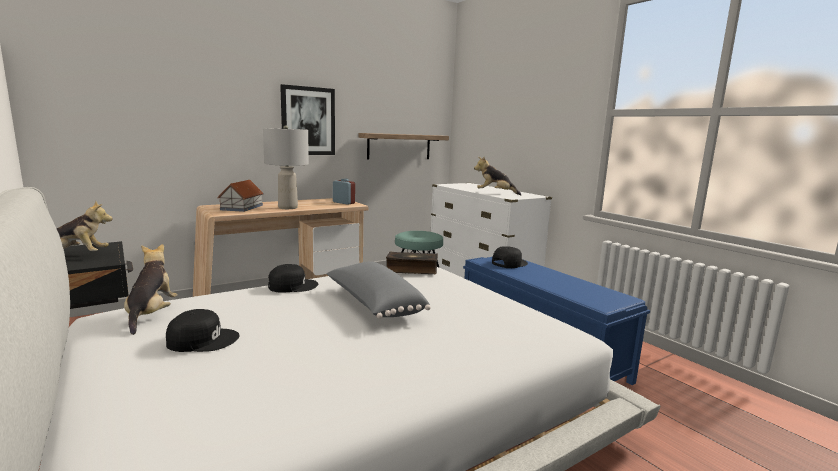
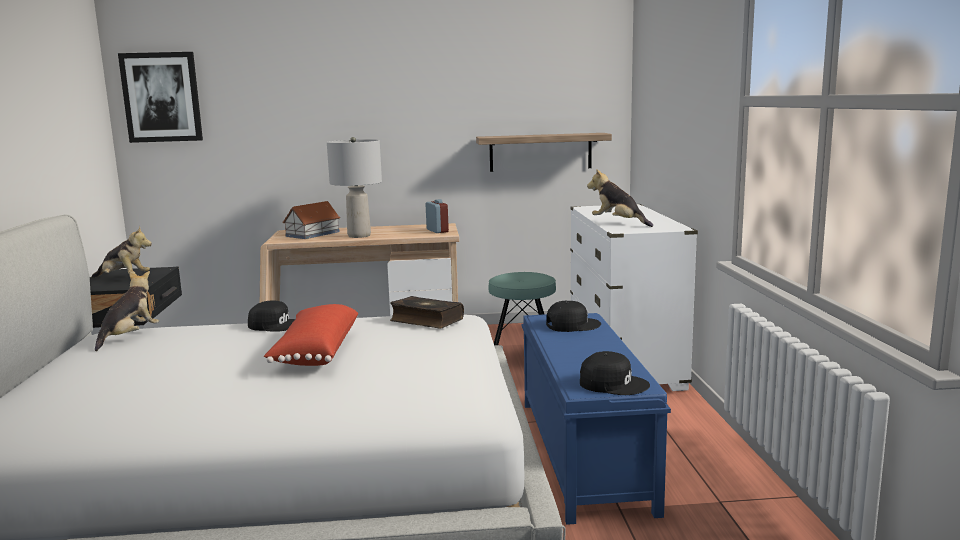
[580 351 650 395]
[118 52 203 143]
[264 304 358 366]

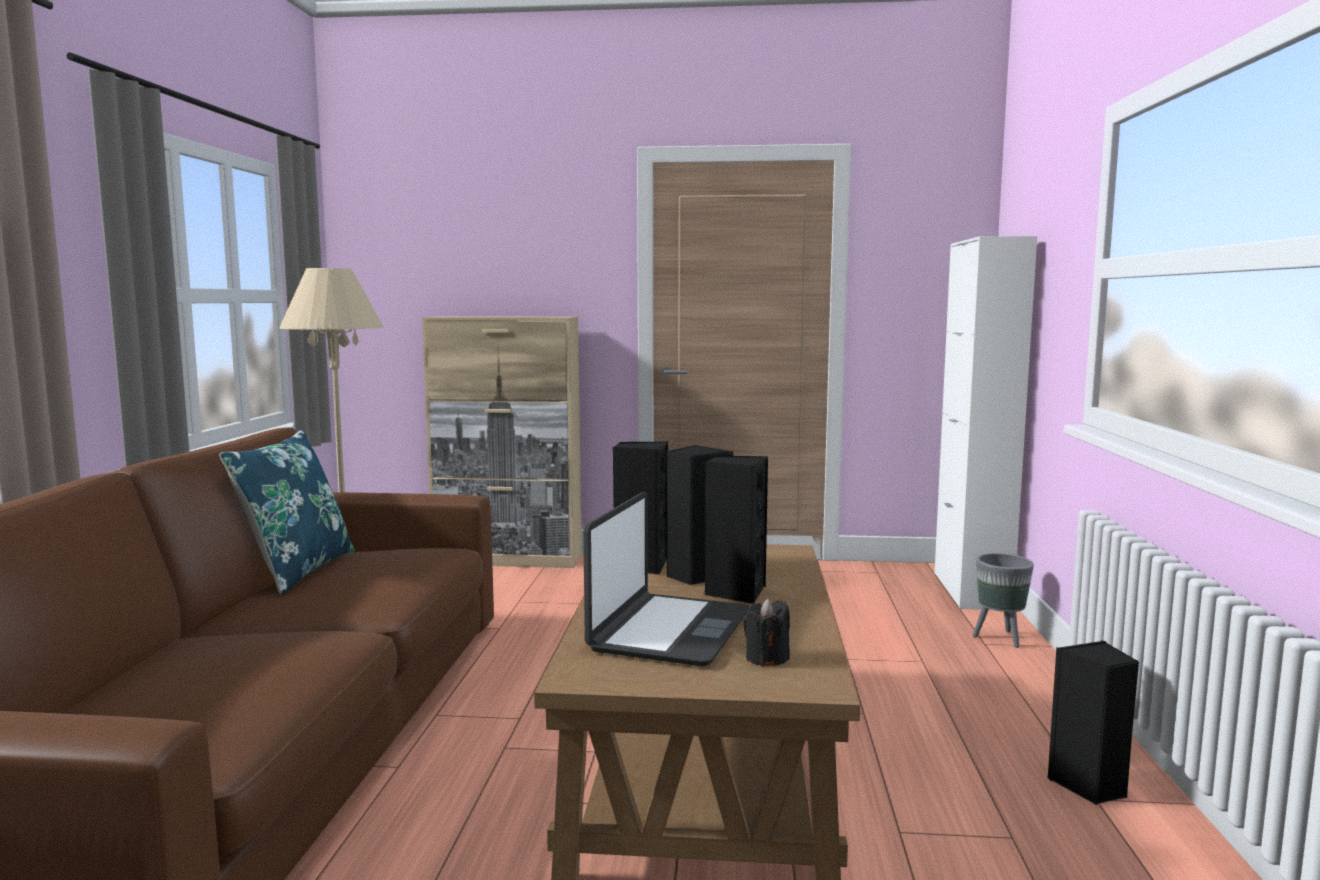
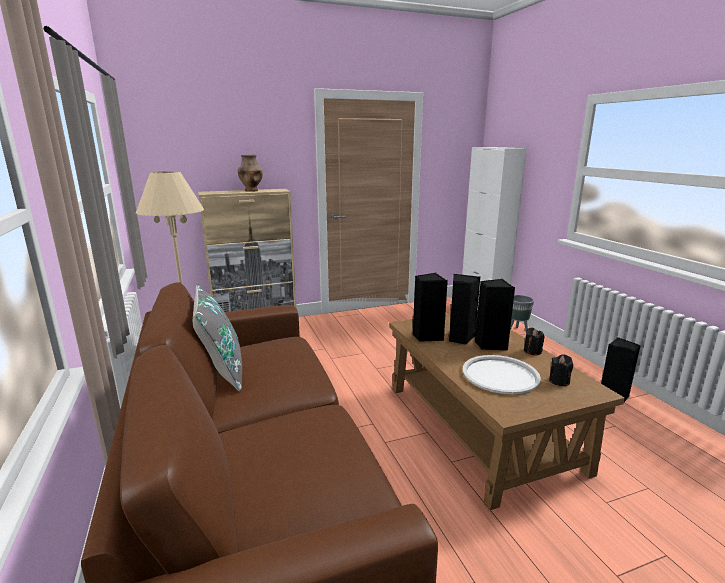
[193 284 242 392]
[463 355 541 394]
[238 154 263 192]
[524 328 544 355]

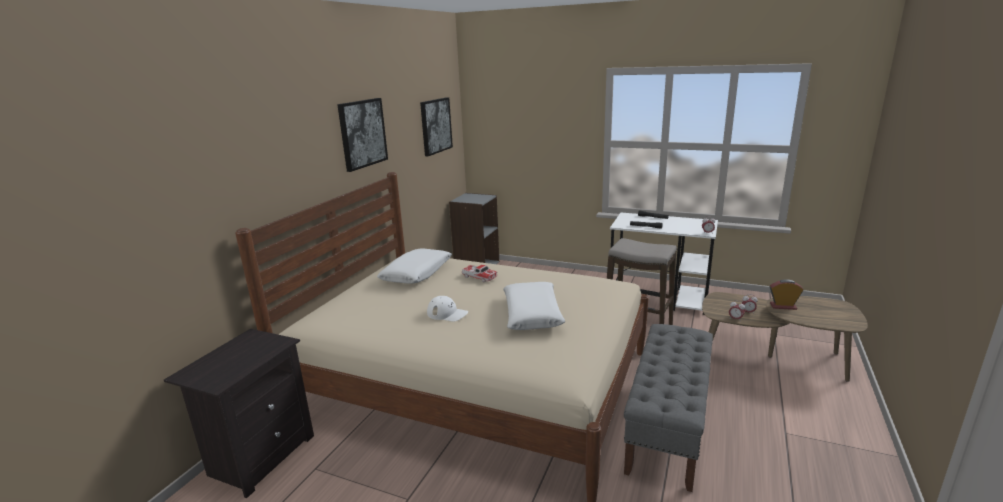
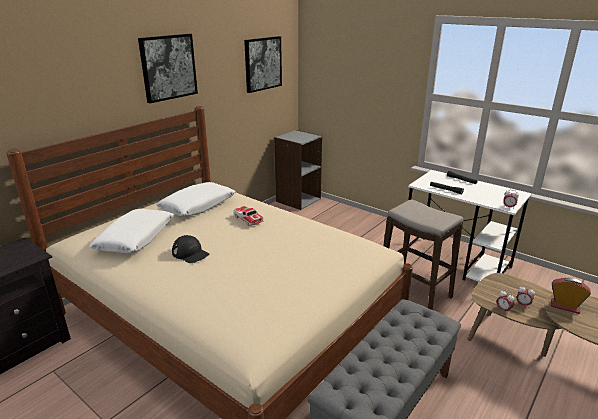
[172 235 209 263]
[89 209 174 253]

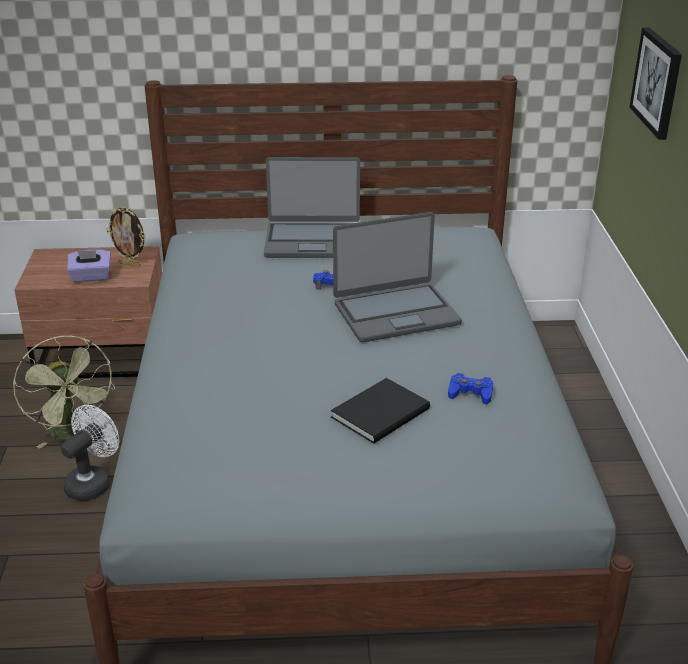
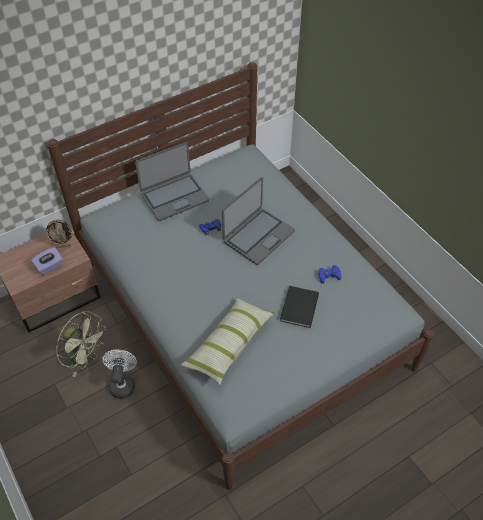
[629 28 682 140] (first image)
[181 298 275 385]

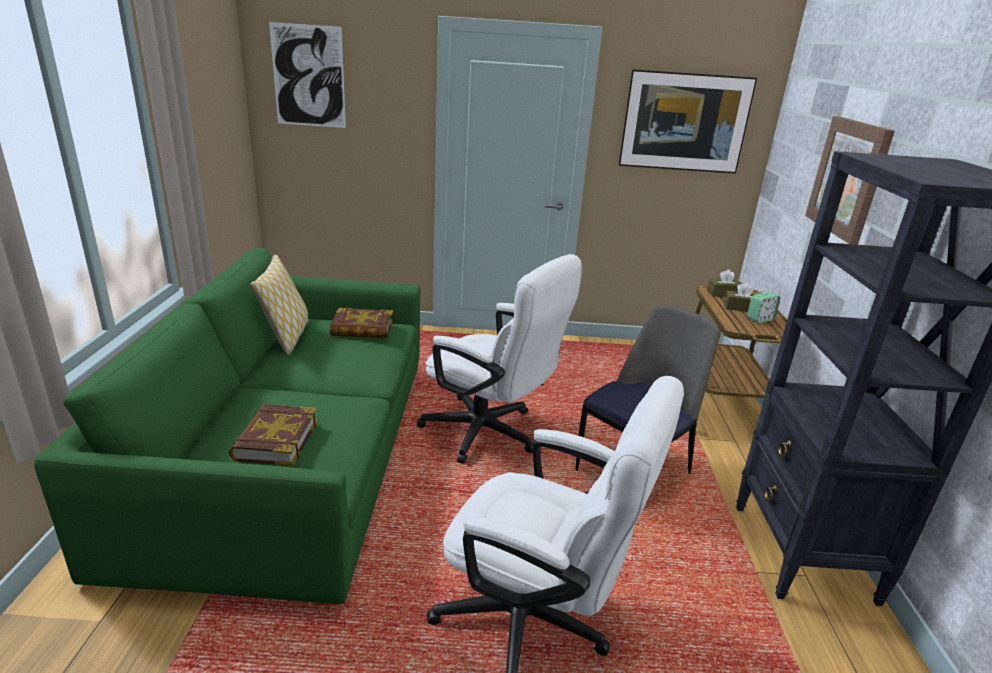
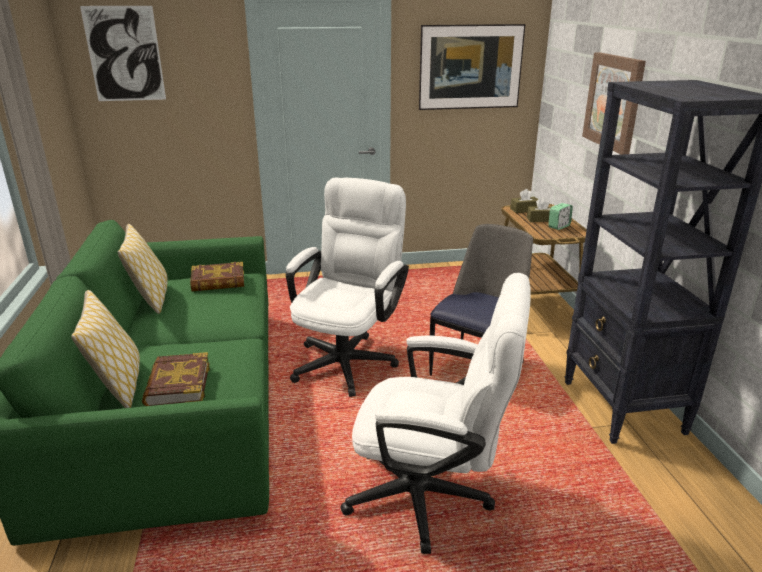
[286 178 409 397]
[71 290 140 408]

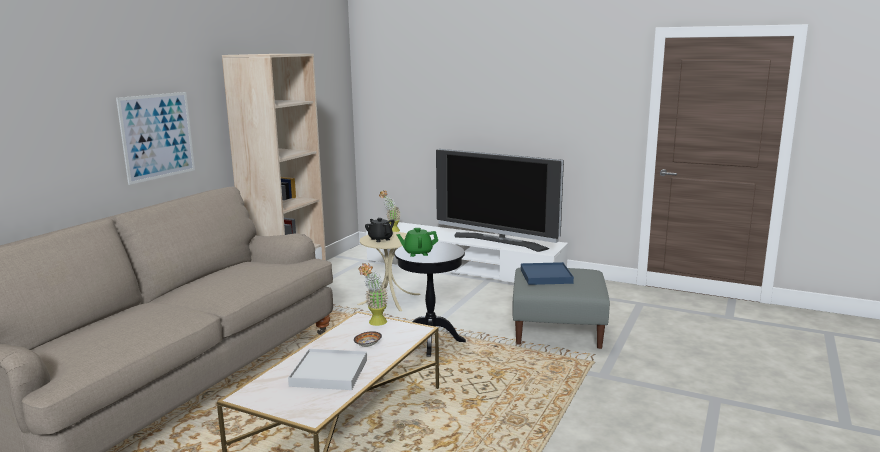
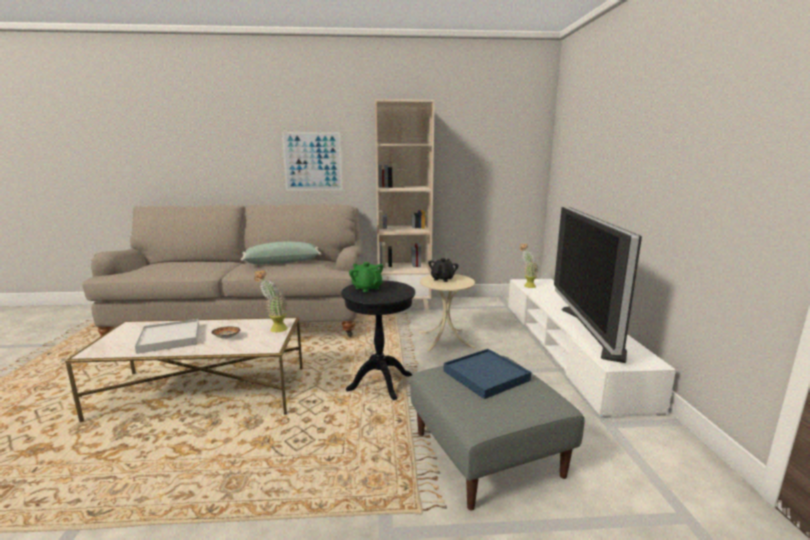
[241 242 321 264]

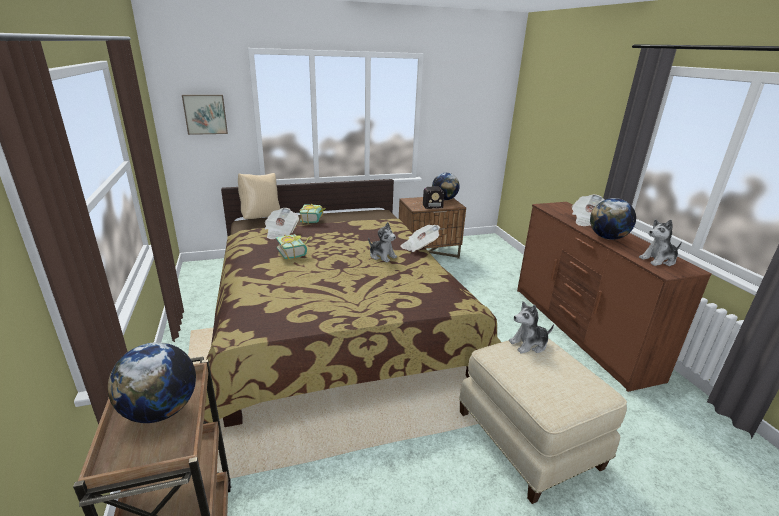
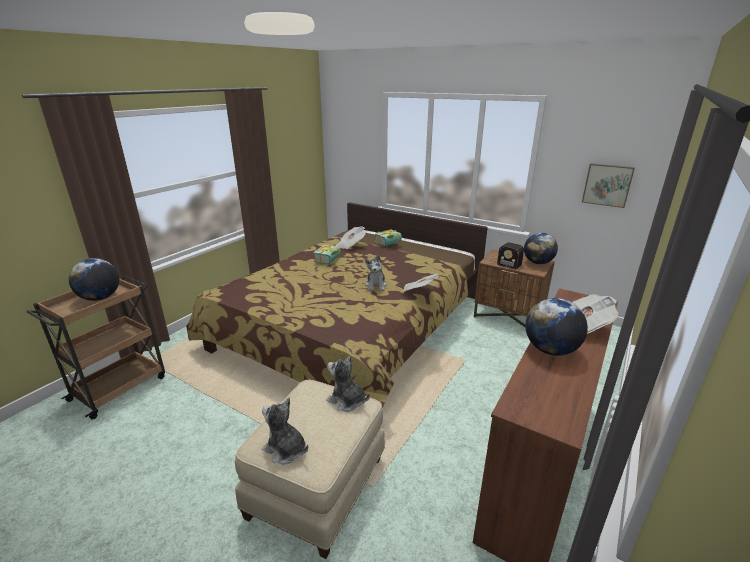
[582 163 635 208]
[238 173 280 219] (first image)
[262 397 308 464]

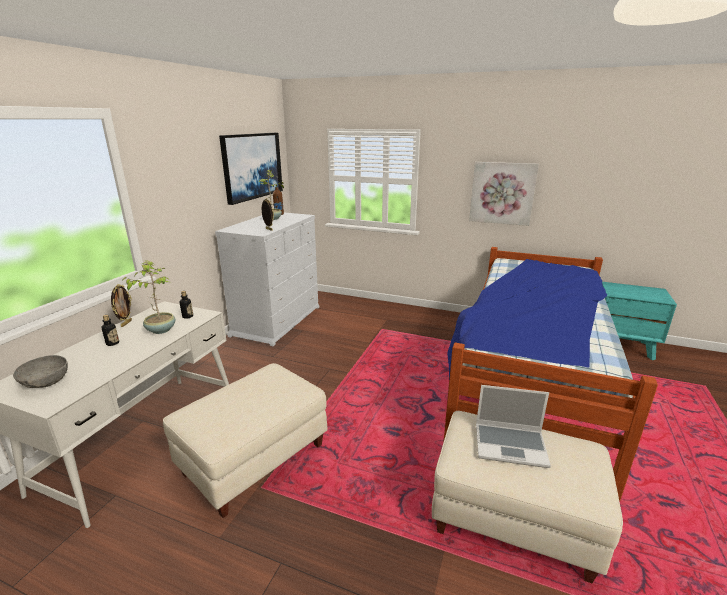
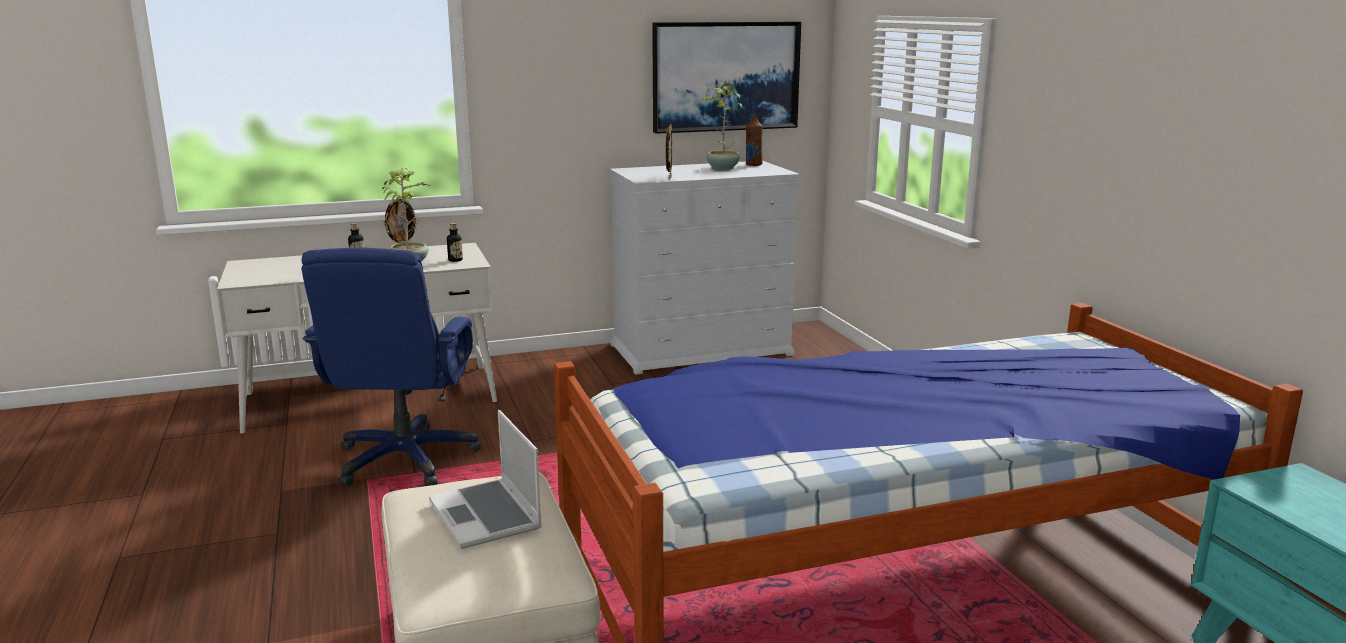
[13 355 68 388] (first image)
[301 247 481 486]
[469 162 539 226] (first image)

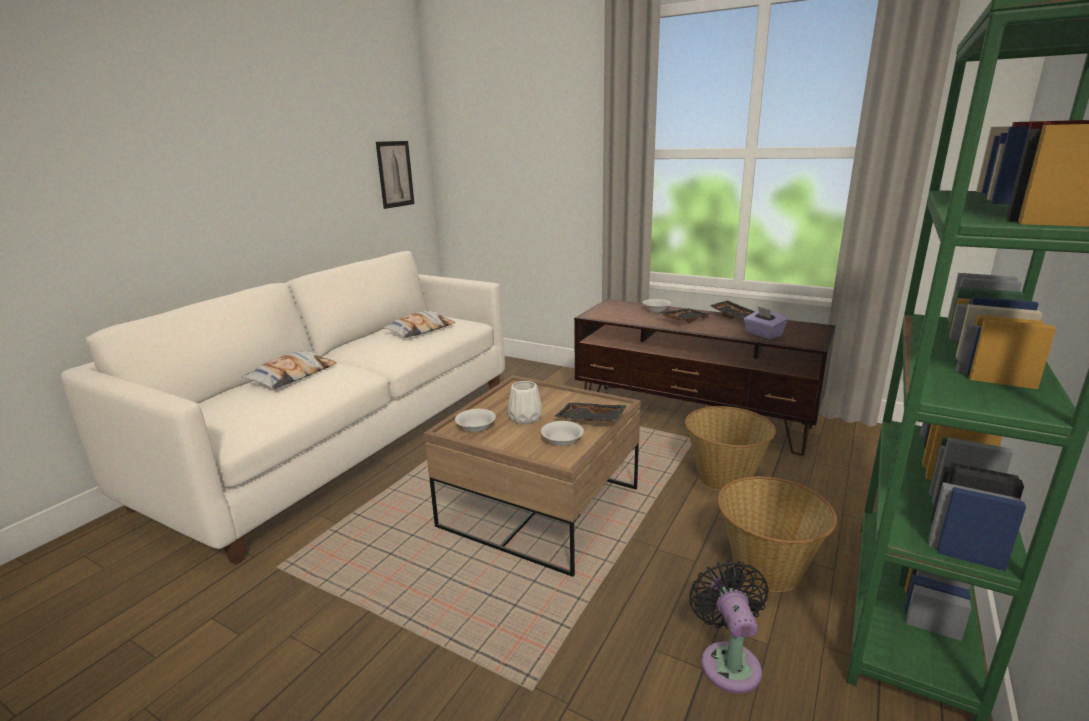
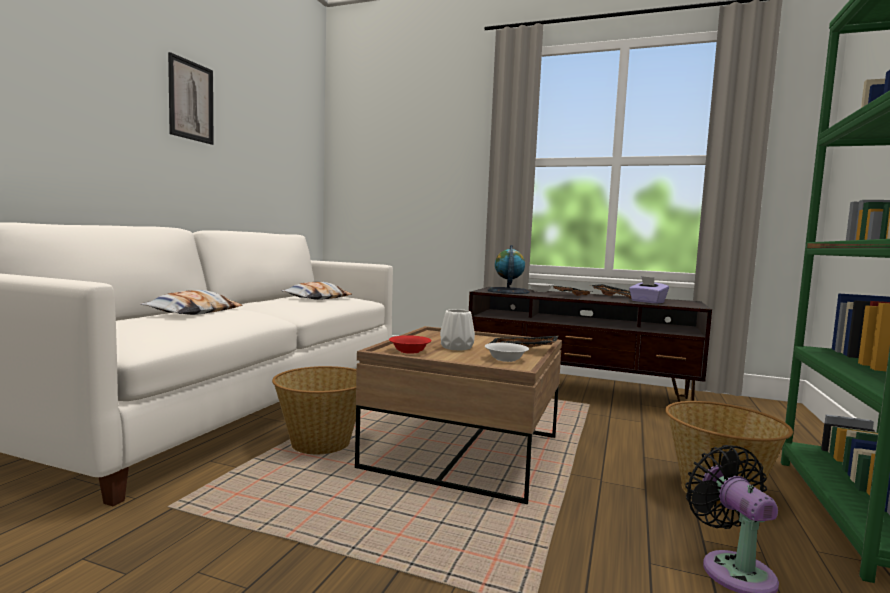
[168 52 214 145]
[389 335 431 354]
[272 366 357 454]
[487 245 530 294]

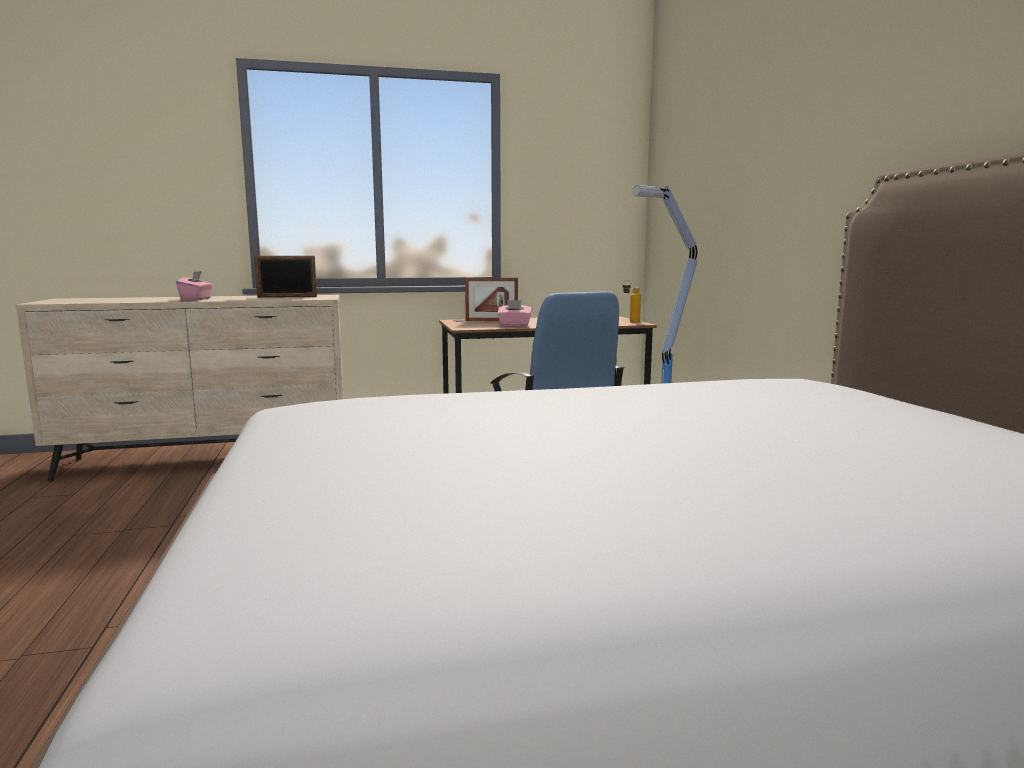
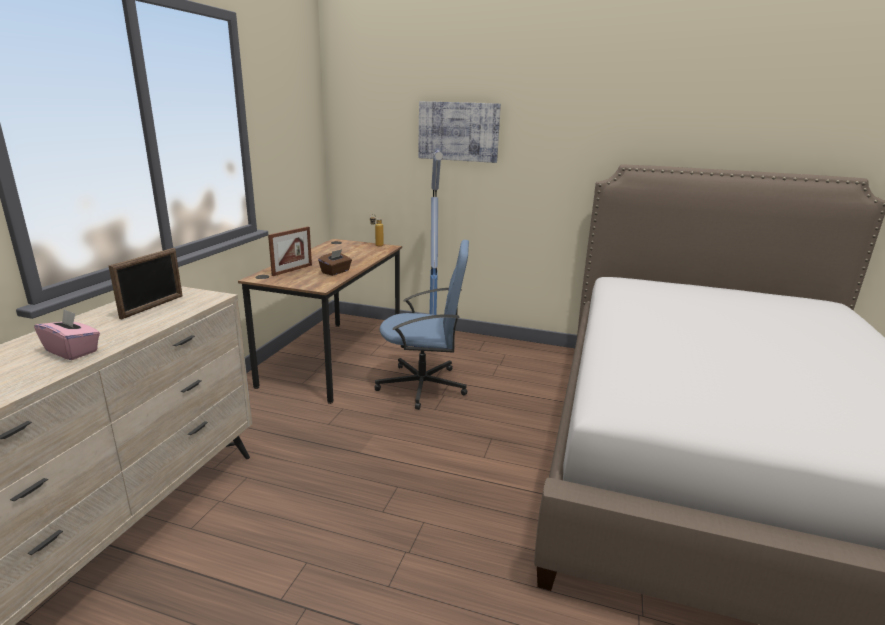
[318 249 352 276]
[418 101 501 163]

